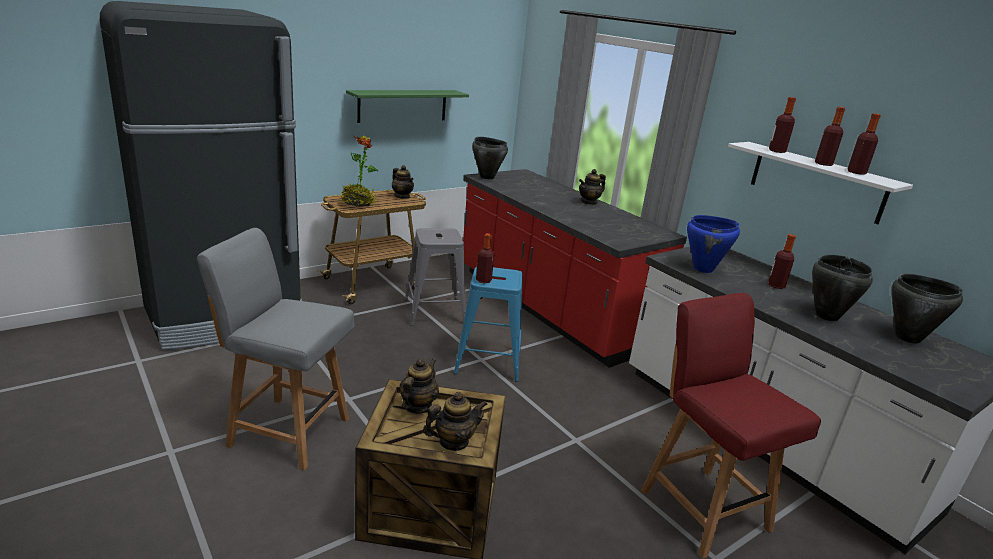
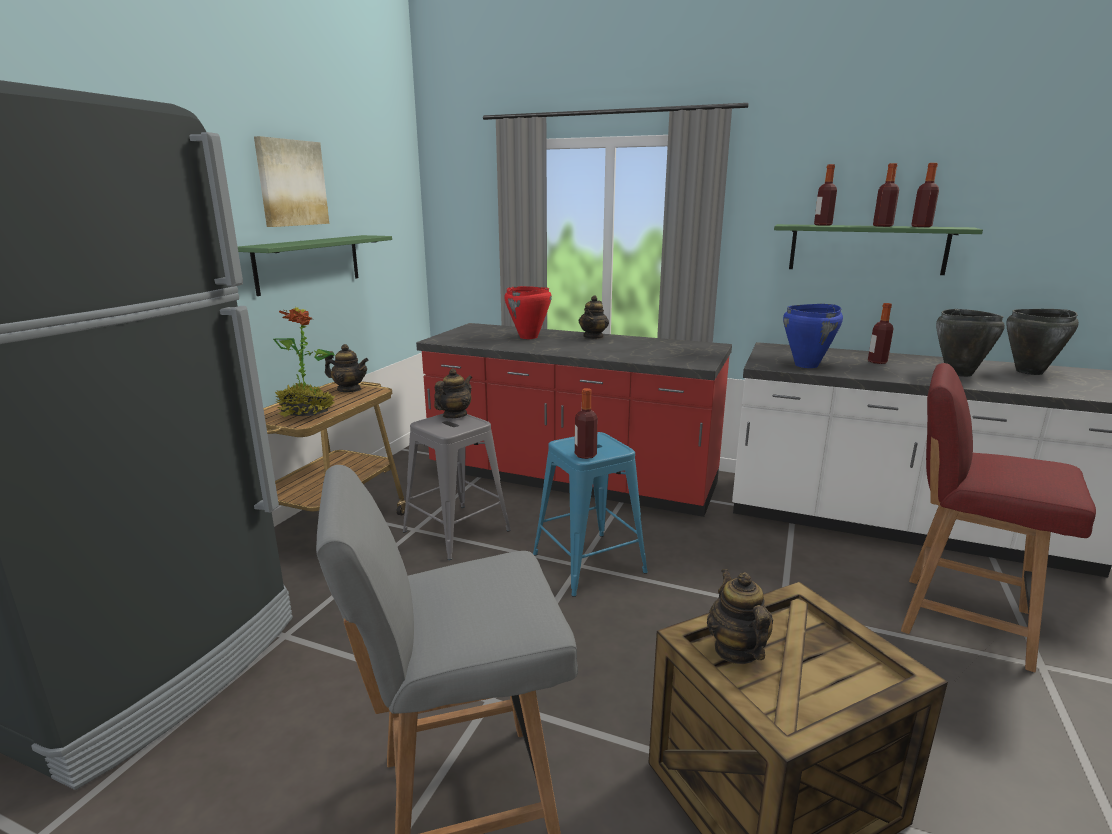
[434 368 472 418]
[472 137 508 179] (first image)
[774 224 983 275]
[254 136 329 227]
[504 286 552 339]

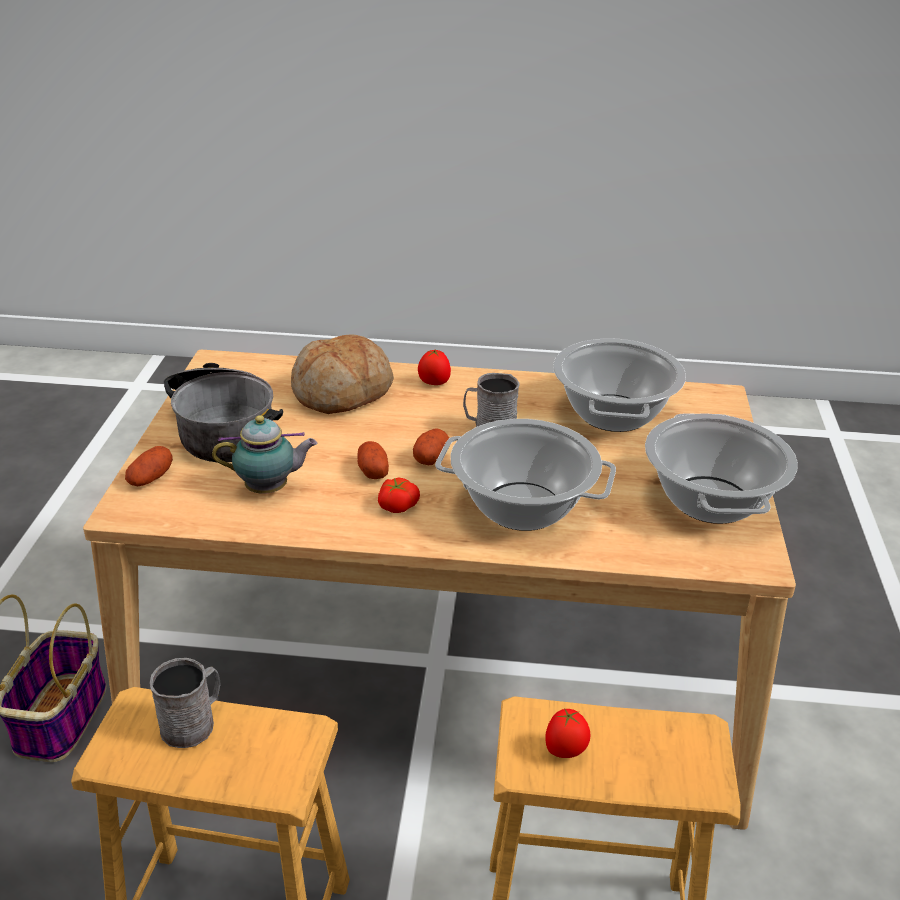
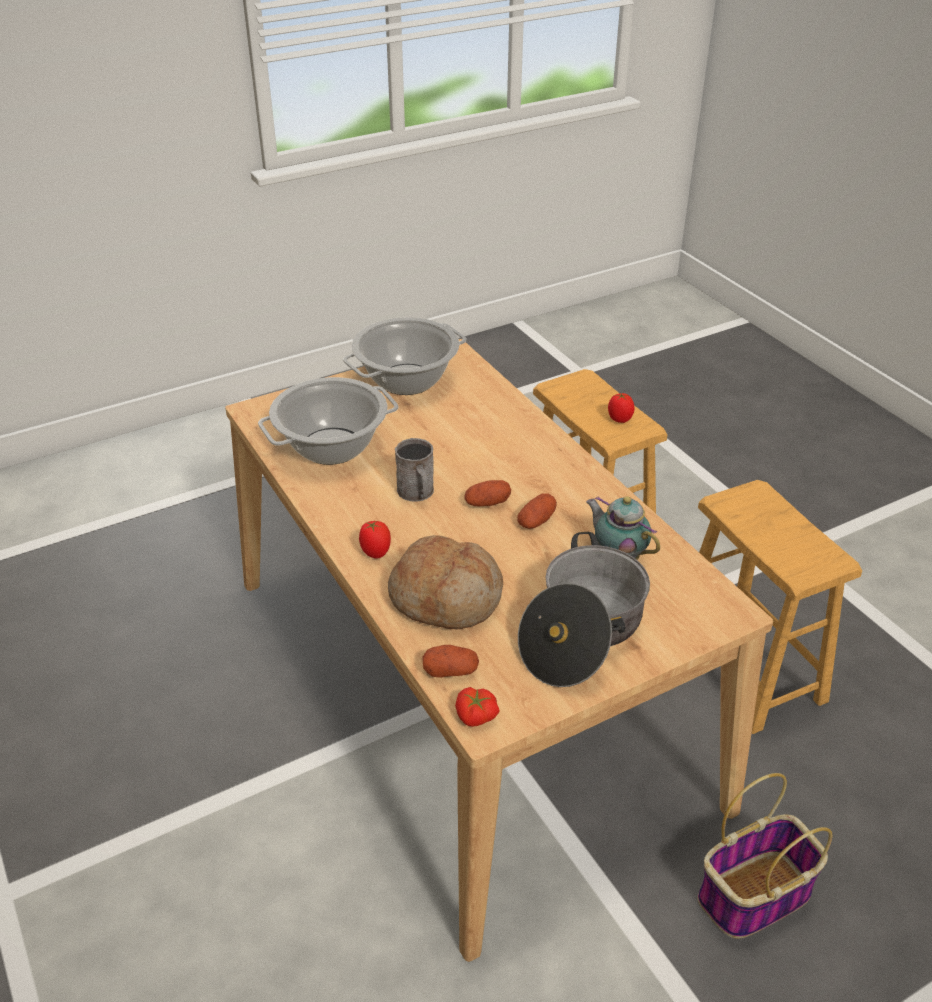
[422 645 479 678]
[150 658 220 748] (first image)
[455 687 499 727]
[435 419 616 531] (first image)

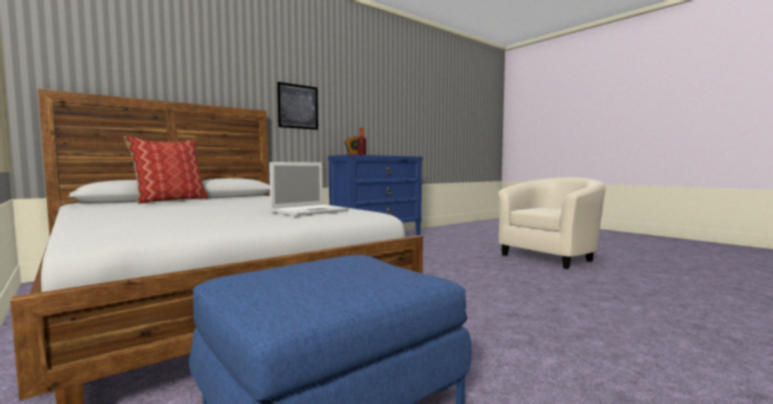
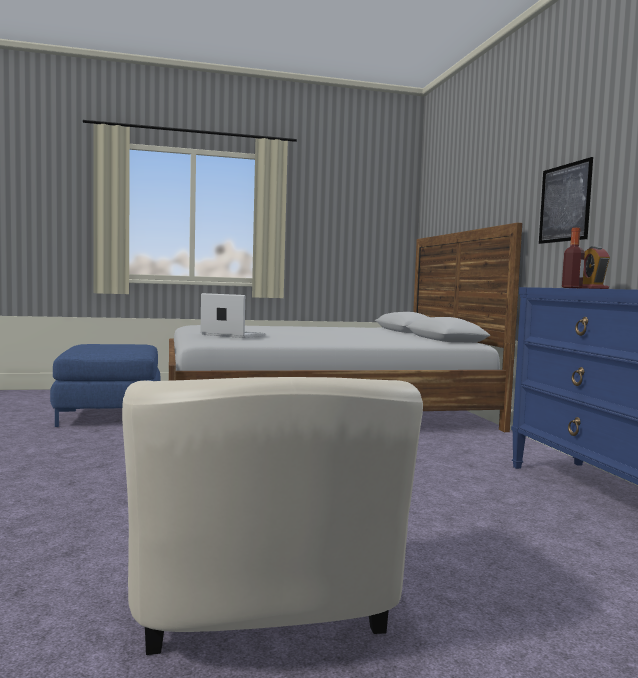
[124 136 208 204] (first image)
[201 293 266 338]

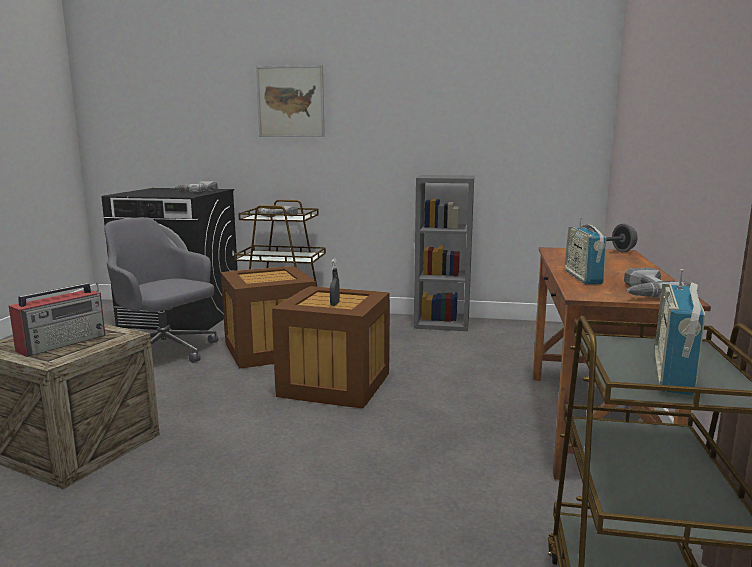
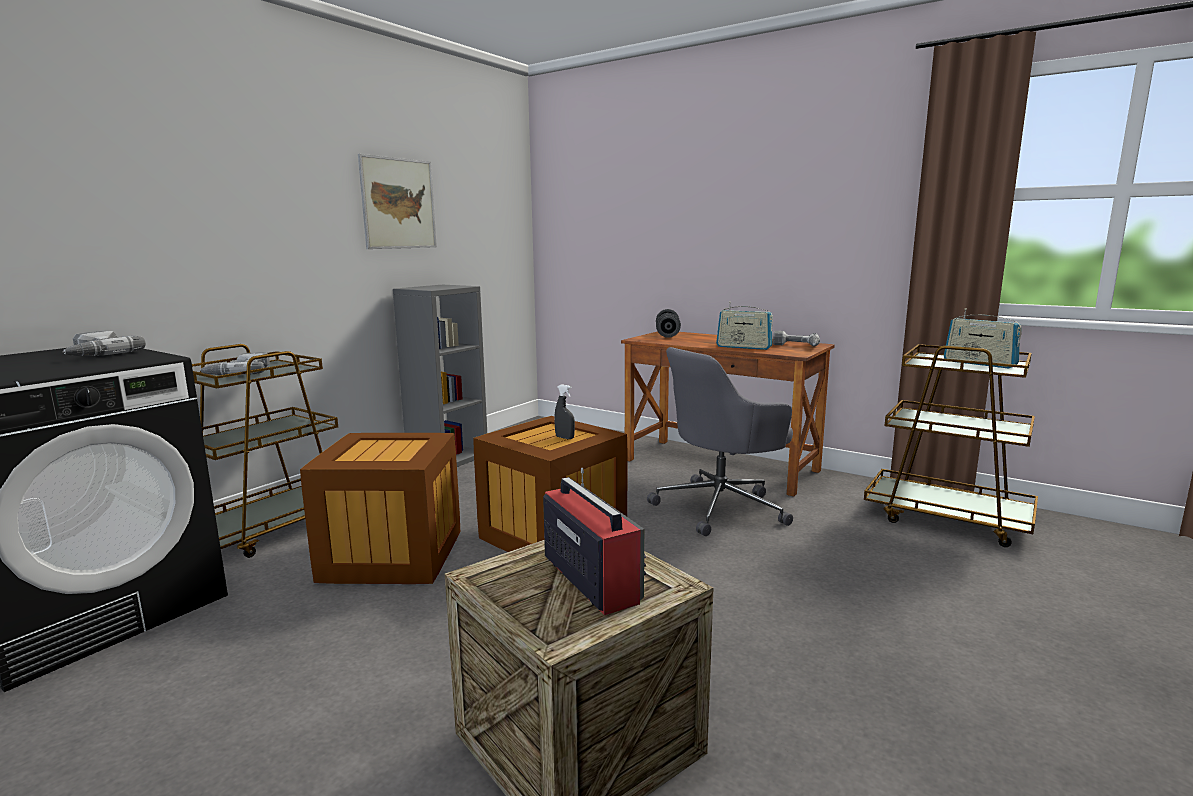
[647 347 793 536]
[358 154 437 249]

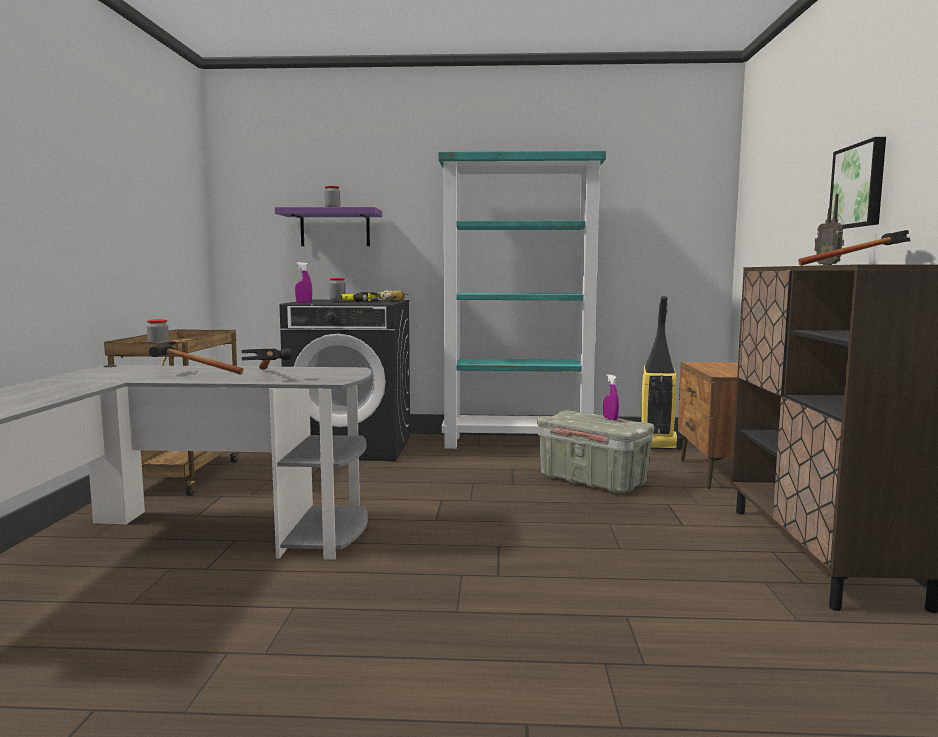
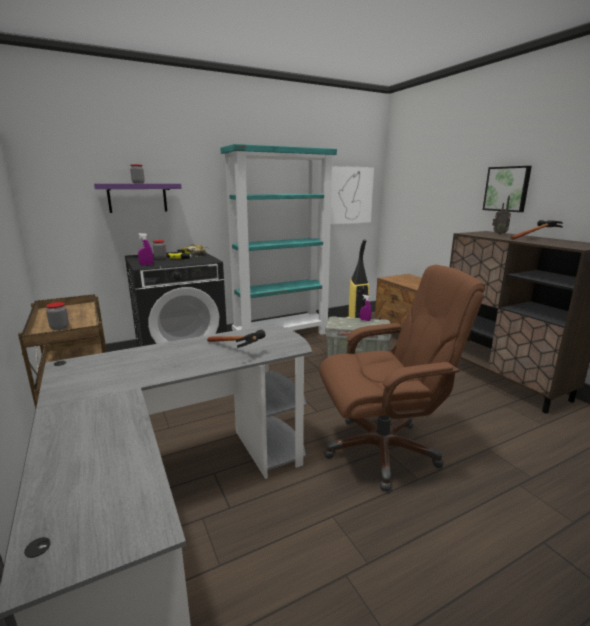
[149 342 243 374] (first image)
[319 265 485 491]
[331 166 374 225]

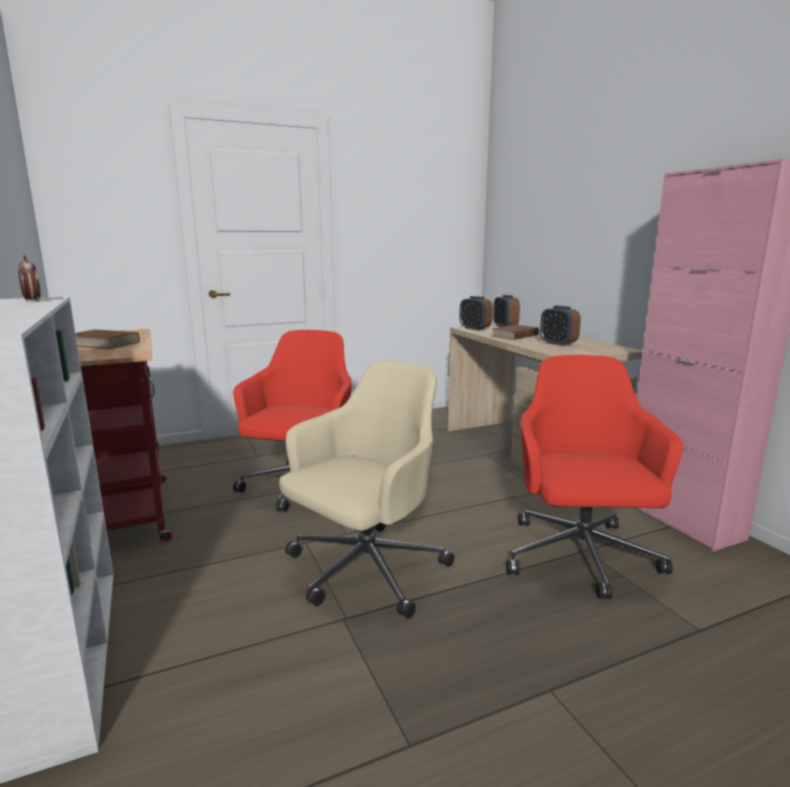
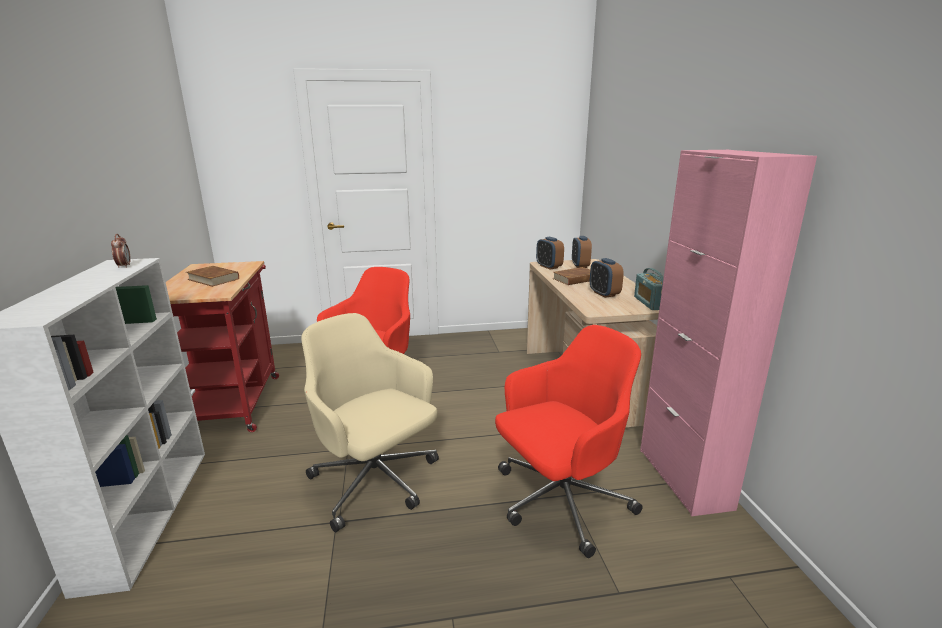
[301 313 439 532]
[495 325 643 558]
[634 268 664 310]

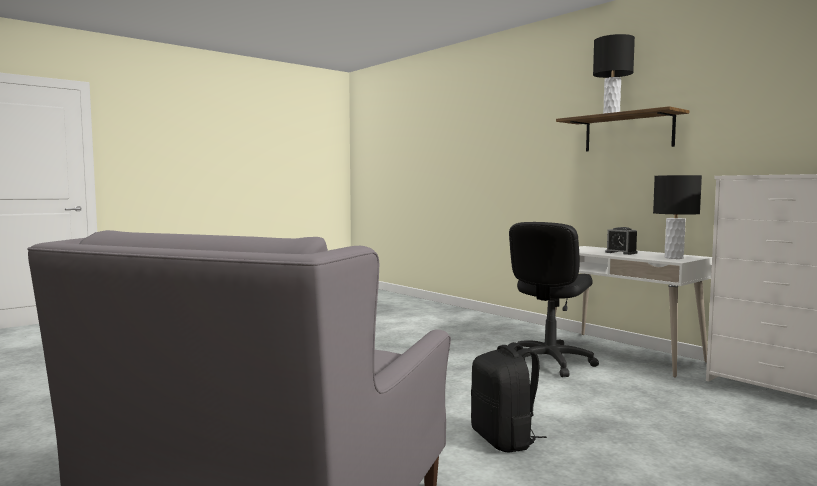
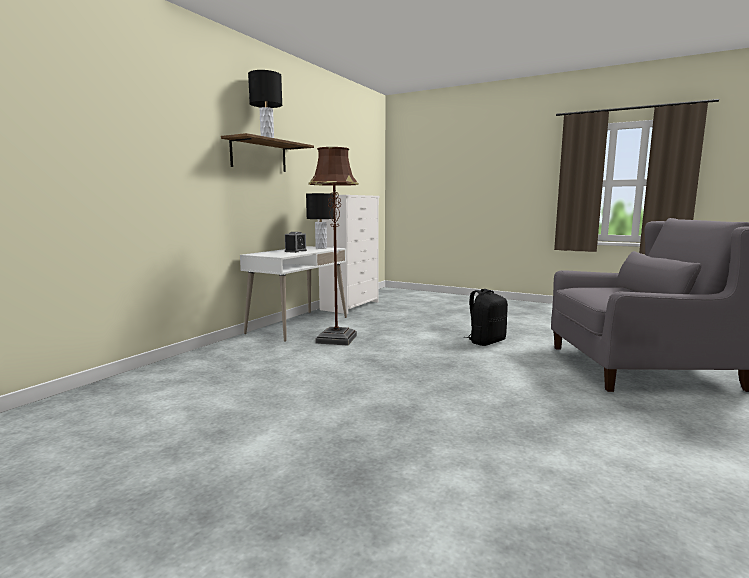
[308 147 359 346]

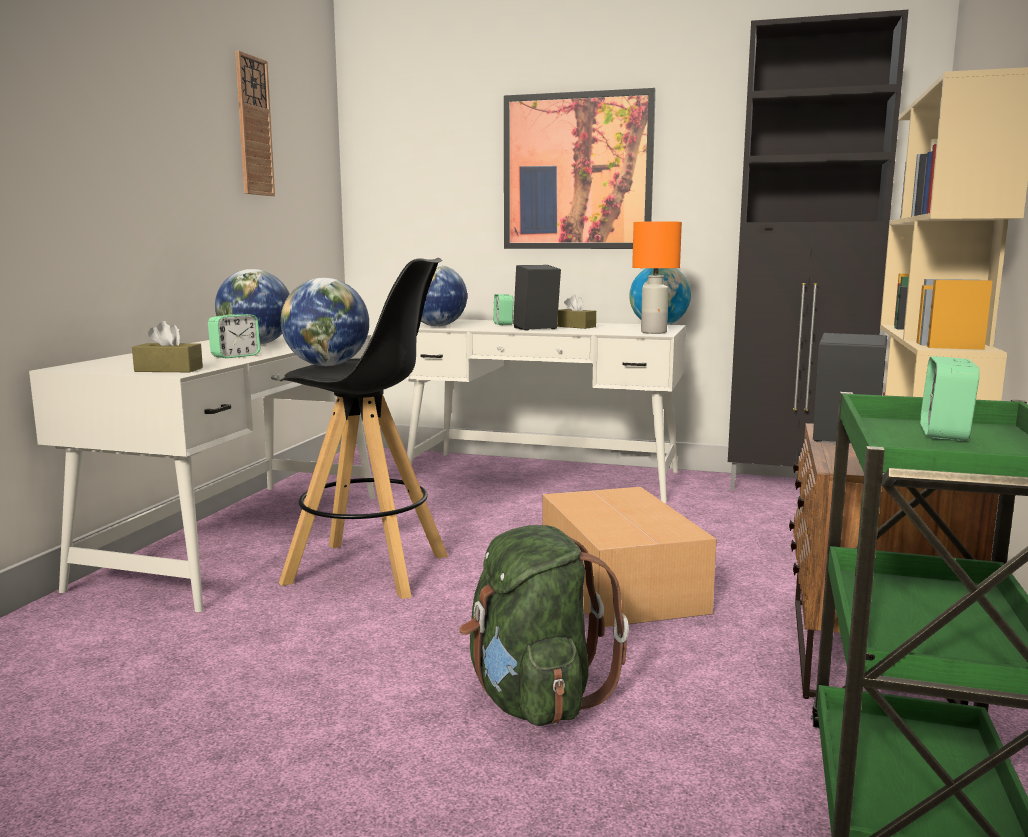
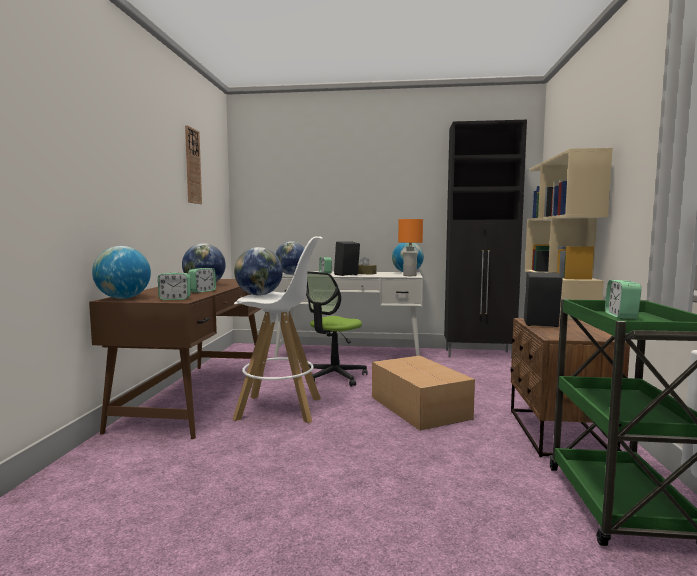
[89 279 261 439]
[158 273 191 300]
[232 236 322 423]
[459 525 629 726] (first image)
[504 88 656 249] (first image)
[92 246 151 299]
[302 271 367 386]

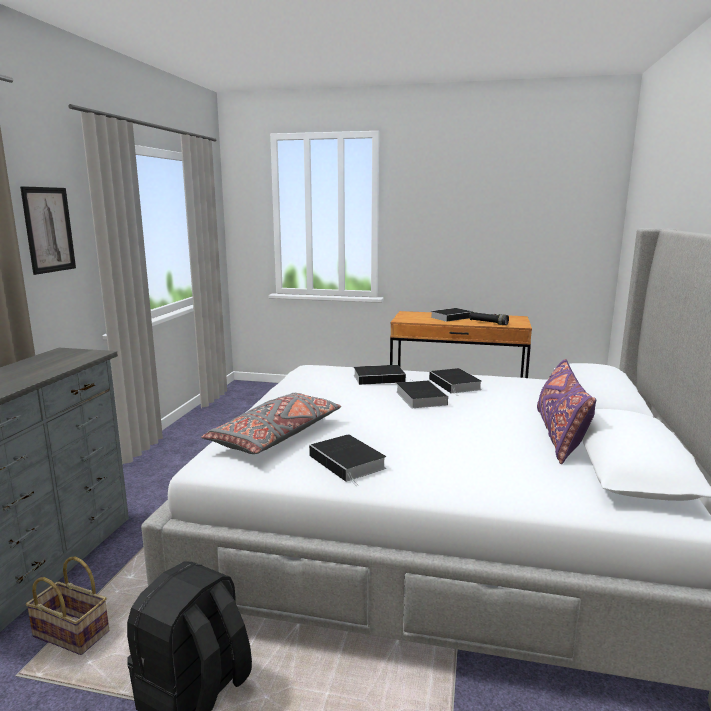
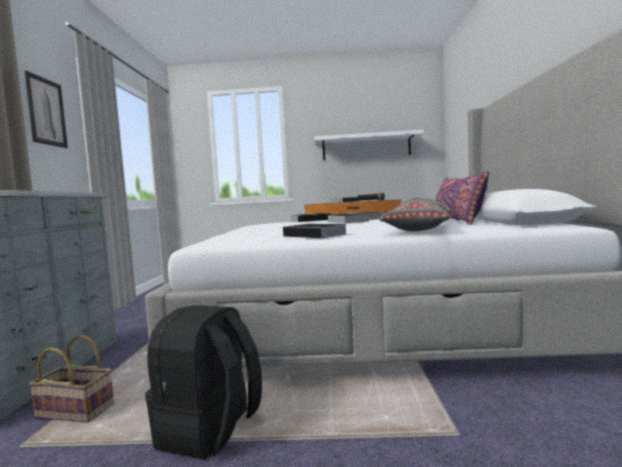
[380 197 451 231]
[314 130 424 160]

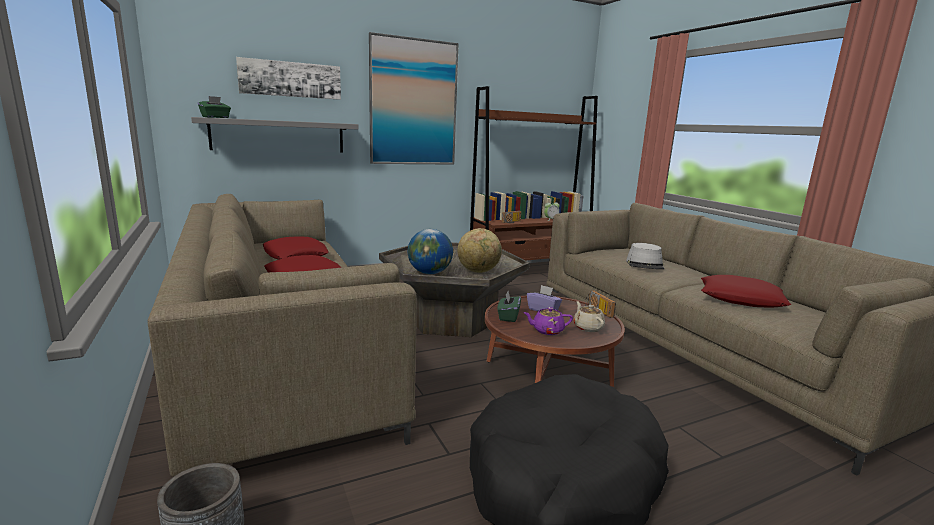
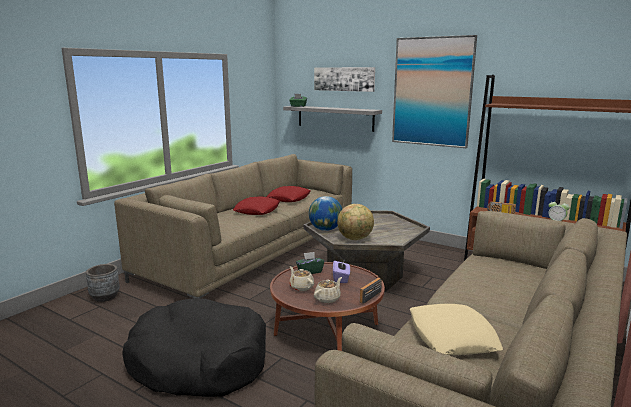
[289 266 314 291]
[626 243 664 269] (first image)
[410 304 503 355]

